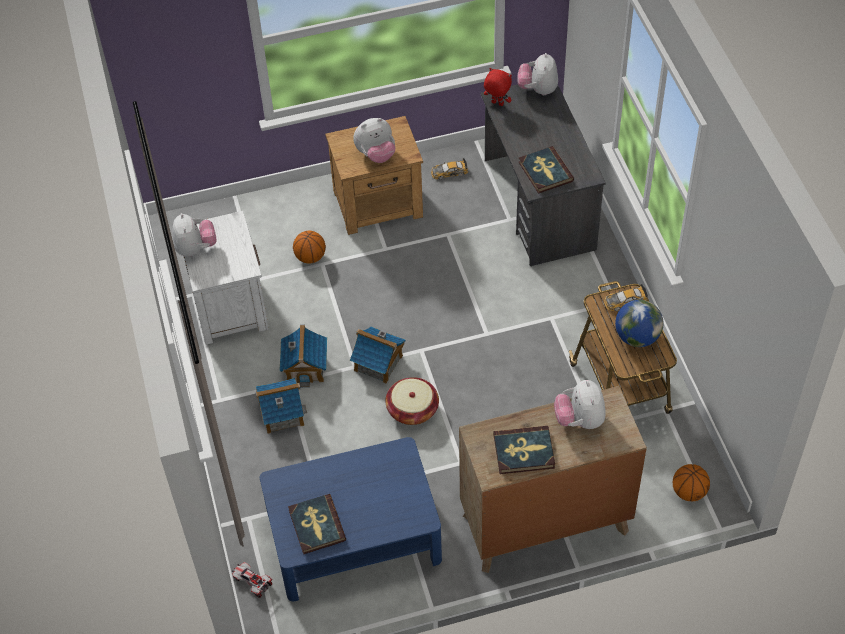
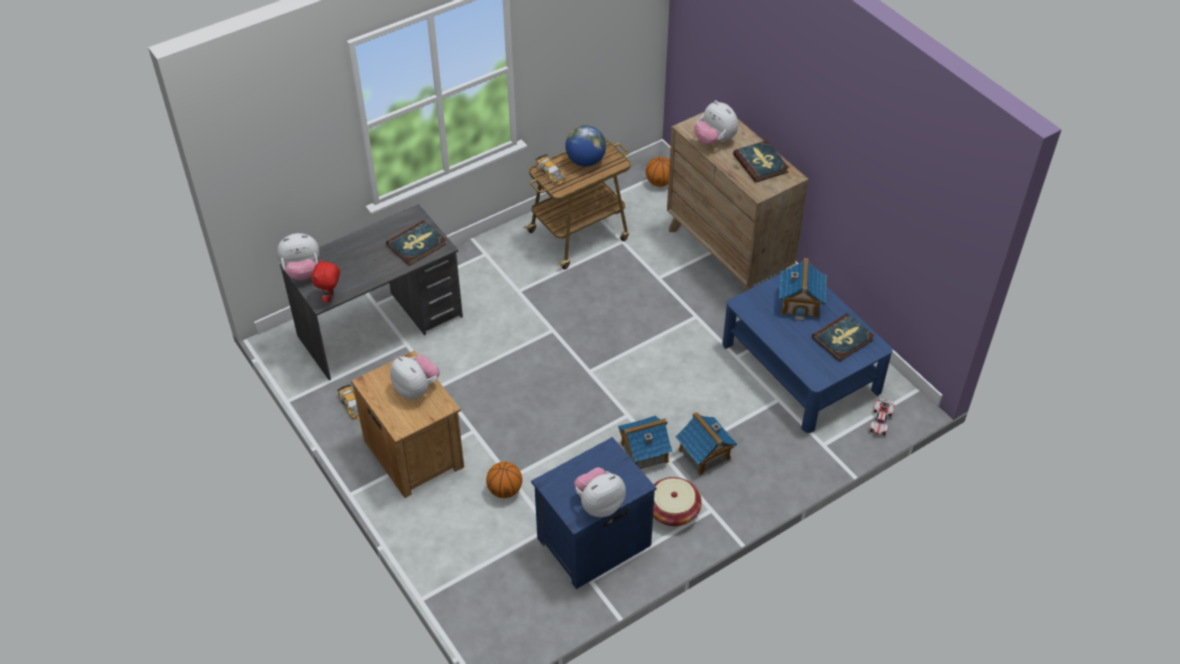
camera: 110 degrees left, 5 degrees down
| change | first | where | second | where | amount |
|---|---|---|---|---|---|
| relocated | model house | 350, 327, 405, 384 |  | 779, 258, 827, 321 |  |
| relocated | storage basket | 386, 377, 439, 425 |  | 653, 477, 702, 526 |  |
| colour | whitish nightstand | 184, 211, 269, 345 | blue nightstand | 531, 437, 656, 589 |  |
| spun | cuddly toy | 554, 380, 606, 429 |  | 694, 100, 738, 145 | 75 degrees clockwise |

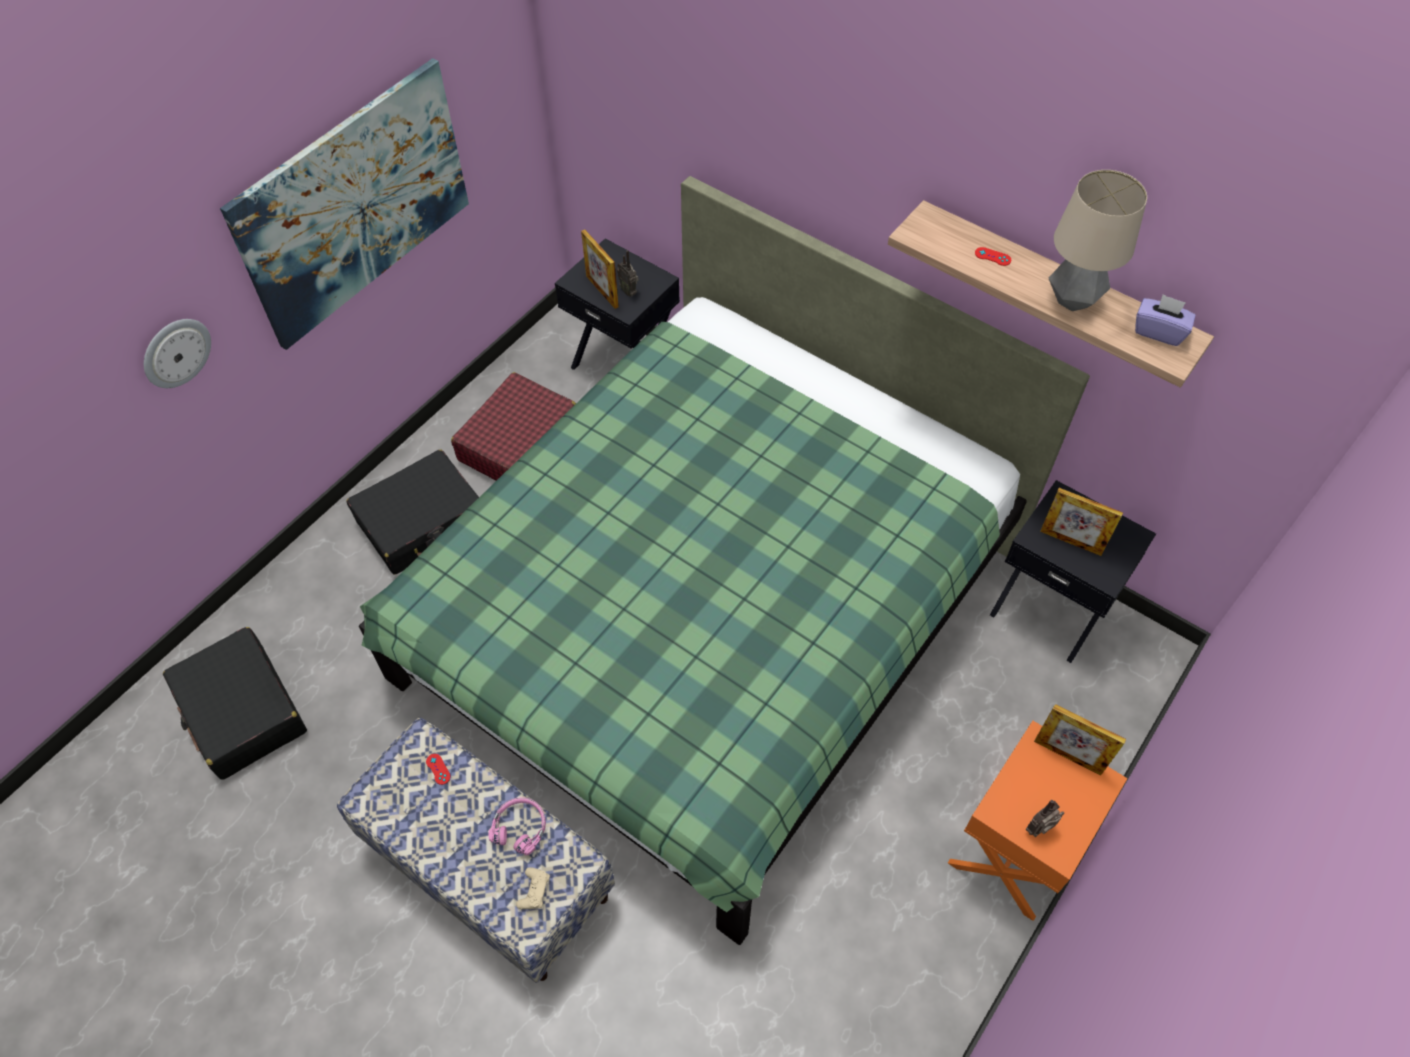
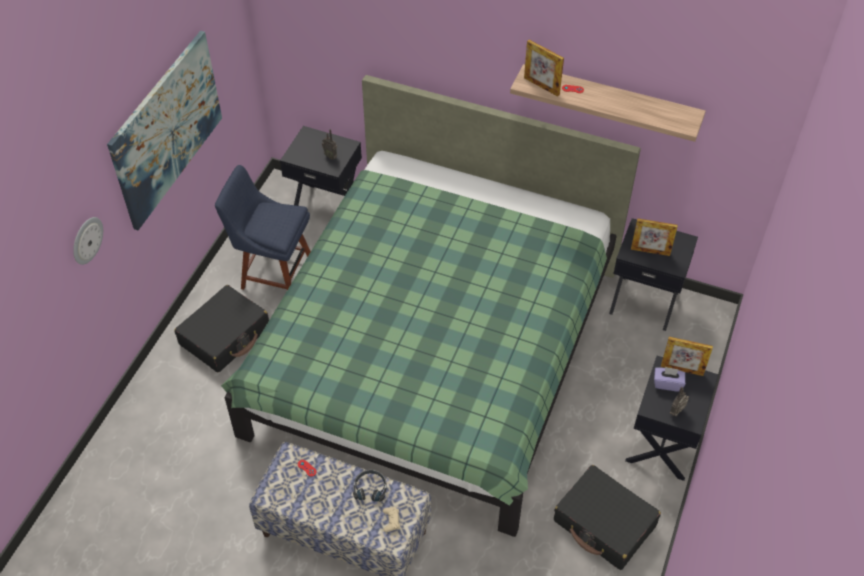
camera: 15 degrees left, 5 degrees down
| change | first | where | second | where | amount |
|---|---|---|---|---|---|
| missing | tabletop lamp | 1048, 170, 1147, 311 |  |  |  |
| relocated | black suitcase | 163, 627, 307, 780 |  | 554, 465, 661, 570 |  |
| relocated | standing frame | 581, 230, 618, 309 |  | 524, 40, 564, 96 |  |
| relocated | purple tissue box | 1135, 294, 1196, 346 |  | 654, 367, 685, 392 |  |
| exchanged | red suitcase | 451, 372, 576, 481 | blue plain chair | 215, 165, 311, 290 |  |
| colour | pinkish pair of headphones | 488, 797, 546, 856 | black pair of headphones | 353, 469, 387, 502 |  |
| colour | orange nightstand | 948, 721, 1127, 921 | black nightstand | 625, 356, 718, 481 |  |

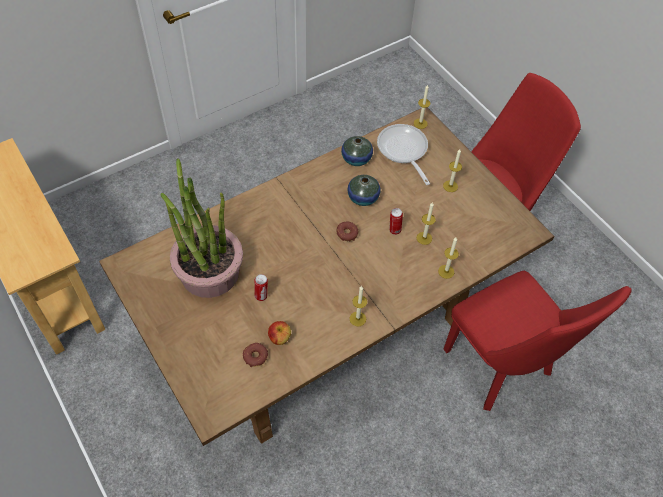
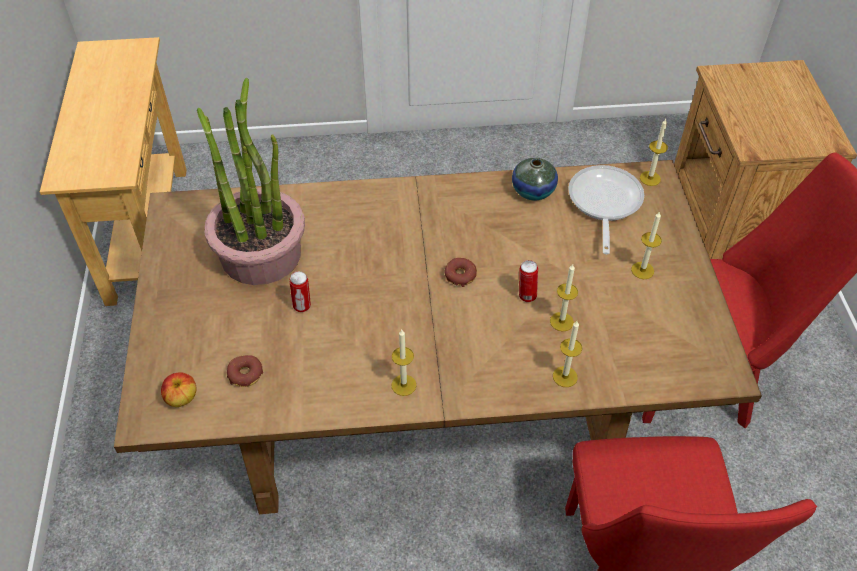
camera: 30 degrees right, 5 degrees down
| change | first | where | second | where | amount |
|---|---|---|---|---|---|
| missing | vase | 347, 175, 381, 206 |  |  |  |
| appeared |  |  | brown-coloured nightstand | 674, 60, 857, 259 |  |
| relocated | apple | 268, 321, 291, 345 |  | 161, 372, 197, 407 |  |

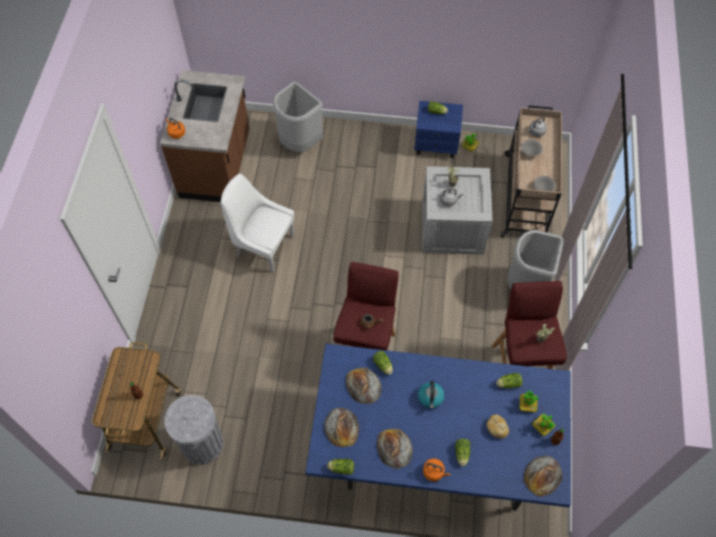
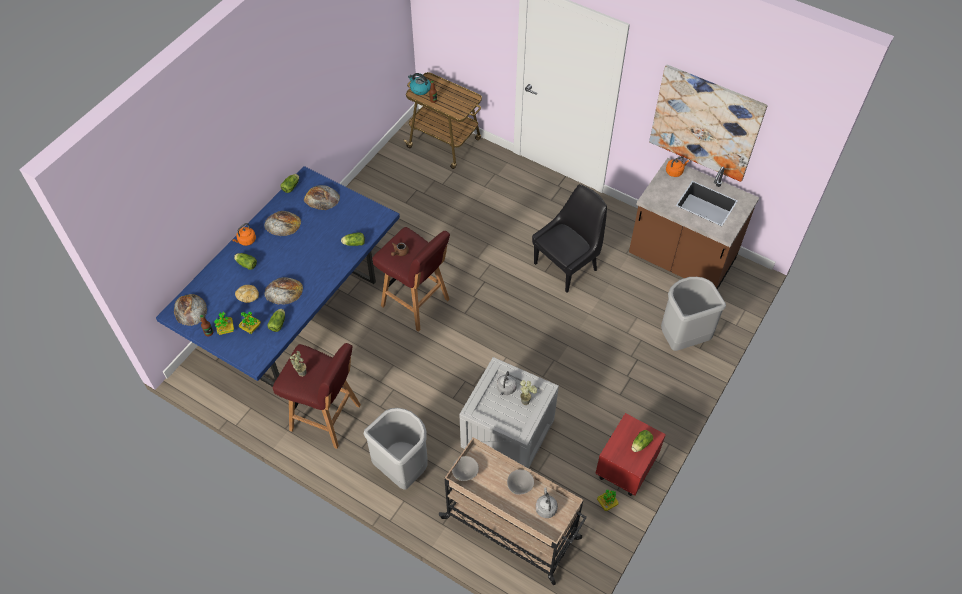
camera: 115 degrees right, 5 degrees down
| change | first | where | second | where | amount |
|---|---|---|---|---|---|
| missing | grey rubbish bin | 164, 395, 223, 465 |  |  |  |
| appeared |  |  | wall picture | 649, 64, 768, 182 |  |
| relocated | bakery bread | 346, 367, 382, 404 |  | 264, 277, 303, 305 |  |
| relocated | water kettle | 418, 381, 445, 409 |  | 408, 73, 431, 95 |  |
| colour | whitish plain chair | 221, 174, 294, 272 | black plain chair | 532, 184, 607, 293 |  |
| colour | blue nightstand | 414, 101, 463, 158 | red nightstand | 595, 413, 666, 496 |  |

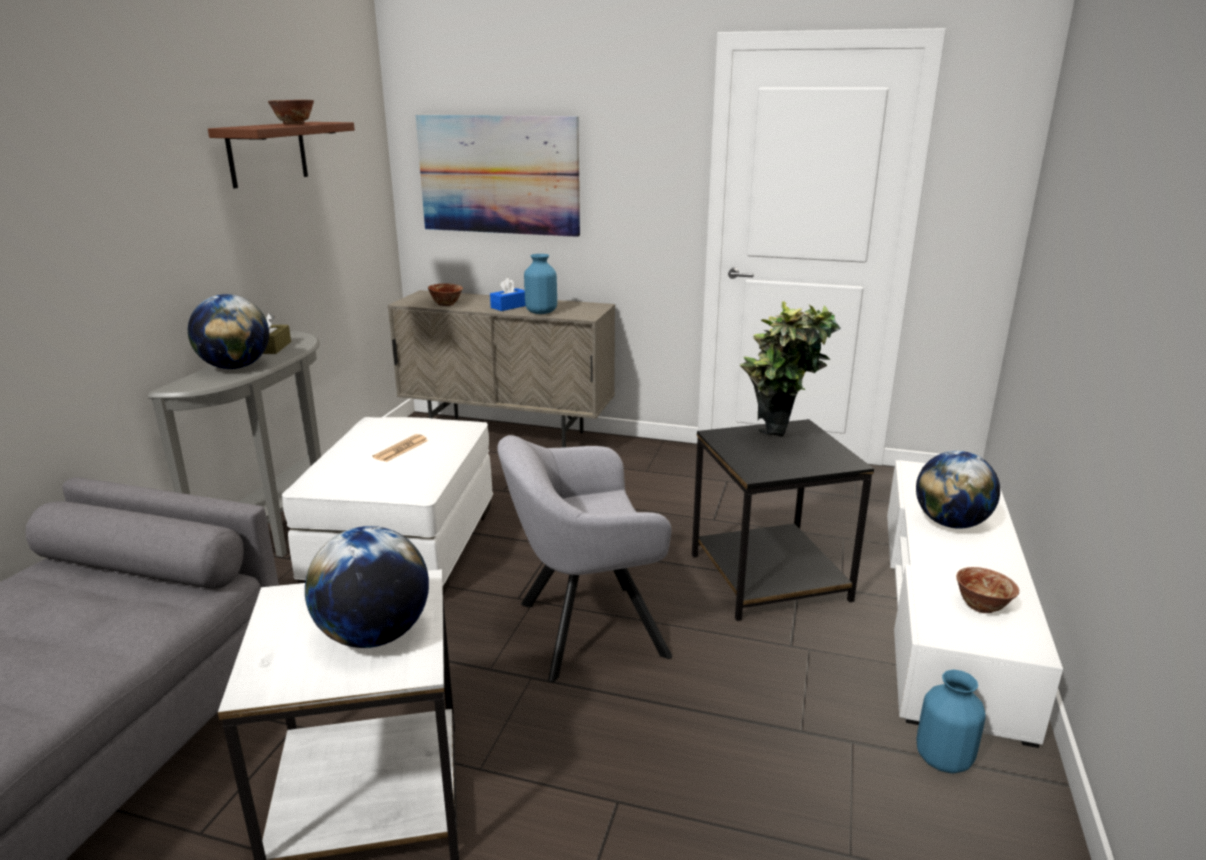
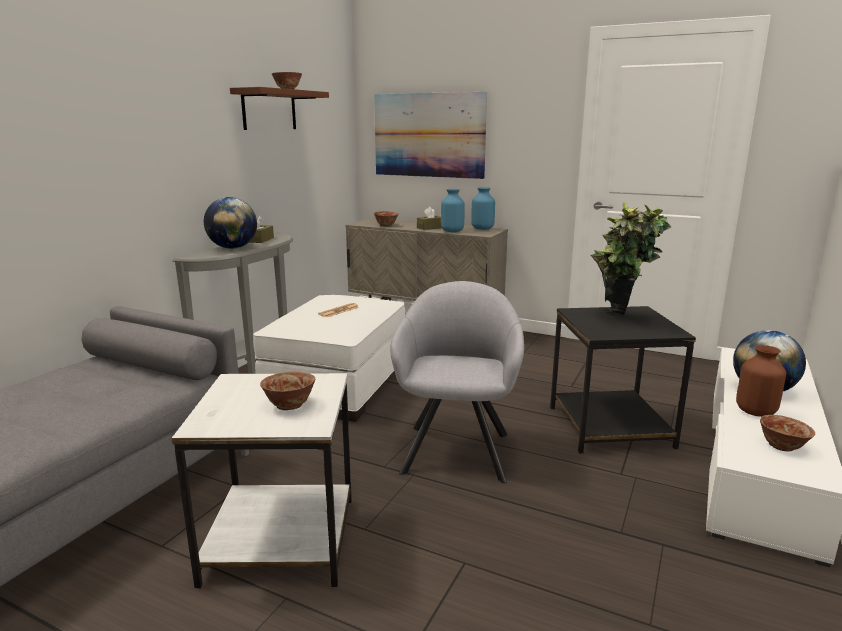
camera: 10 degrees right, 5 degrees down
| change | first | where | second | where | amount |
|---|---|---|---|---|---|
| appeared |  |  | brown-coloured vase | 736, 345, 786, 417 |  |
| relocated | blue vase | 917, 670, 986, 774 |  | 471, 187, 495, 230 |  |
| exchanged | globe | 305, 526, 429, 648 | serving bowl | 260, 372, 315, 410 |  |
| colour | blue tissue box | 490, 278, 526, 311 | brown-coloured tissue box | 417, 207, 442, 230 |  |
| spun | grey easy chair | 497, 435, 672, 682 |  | 390, 281, 524, 483 | 105 degrees clockwise |

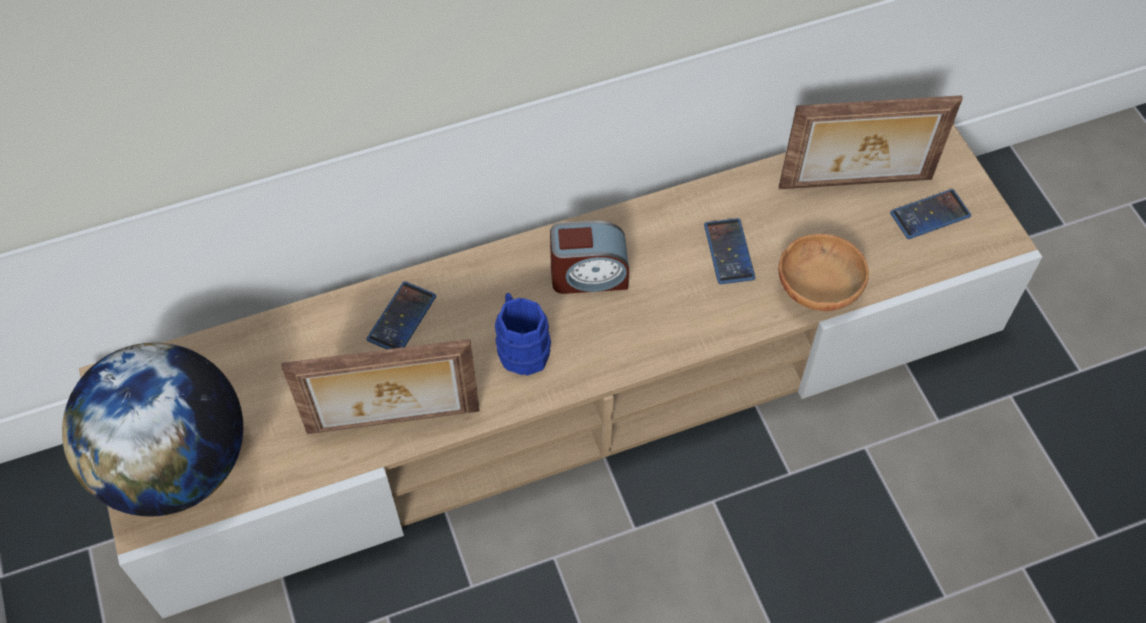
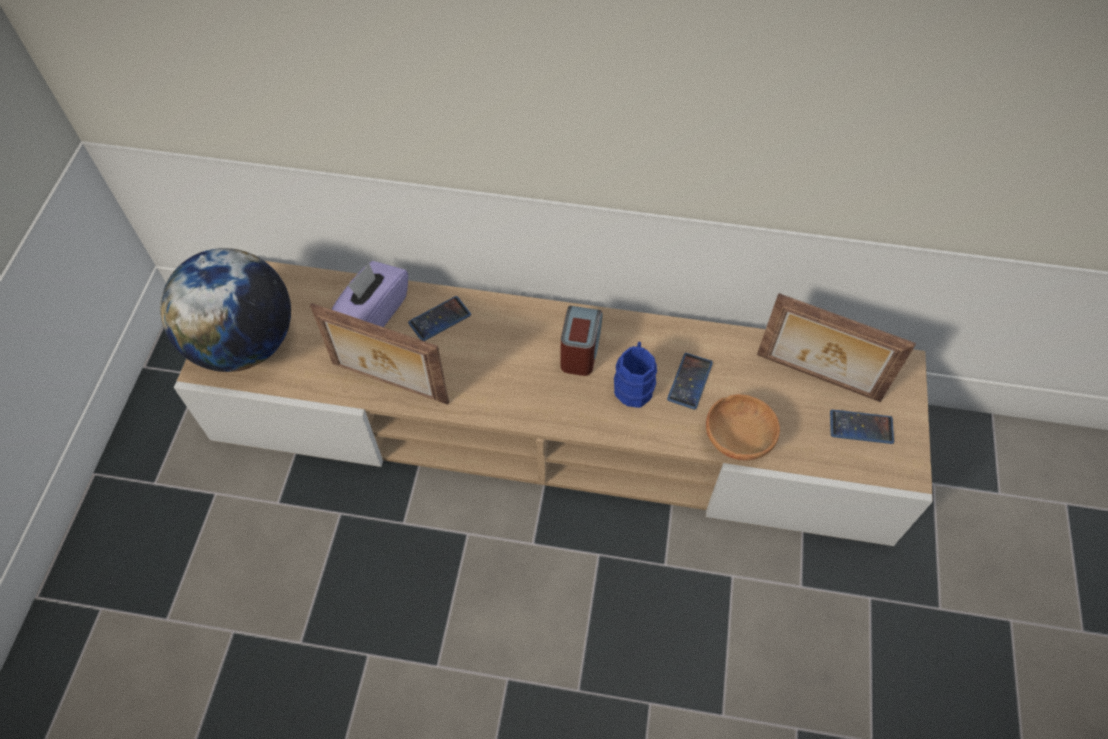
camera: 30 degrees right, 0 degrees up
| change | first | where | second | where | amount |
|---|---|---|---|---|---|
| appeared |  |  | purple tissue box | 332, 261, 408, 327 |  |
| relocated | blue mug | 495, 293, 551, 376 |  | 614, 342, 657, 408 |  |
| spun | table clock | 550, 221, 629, 294 |  | 560, 306, 603, 376 | 105 degrees counterclockwise |

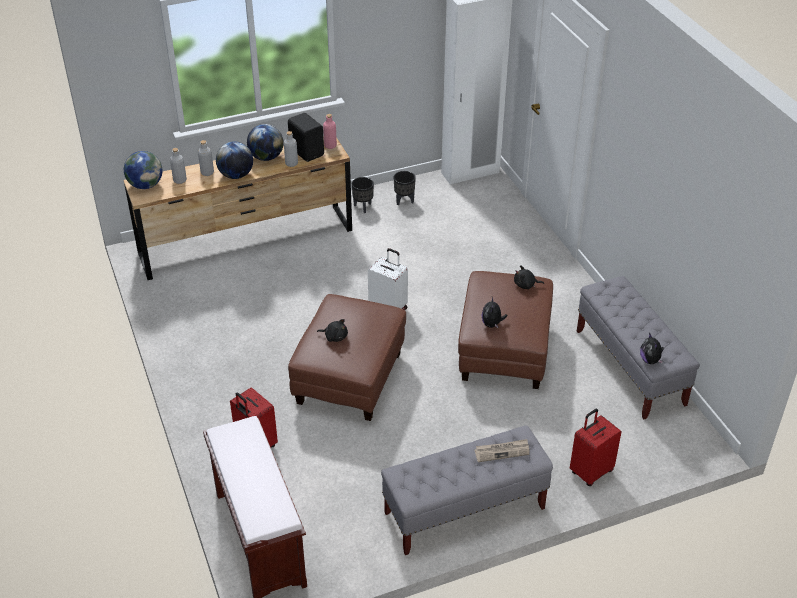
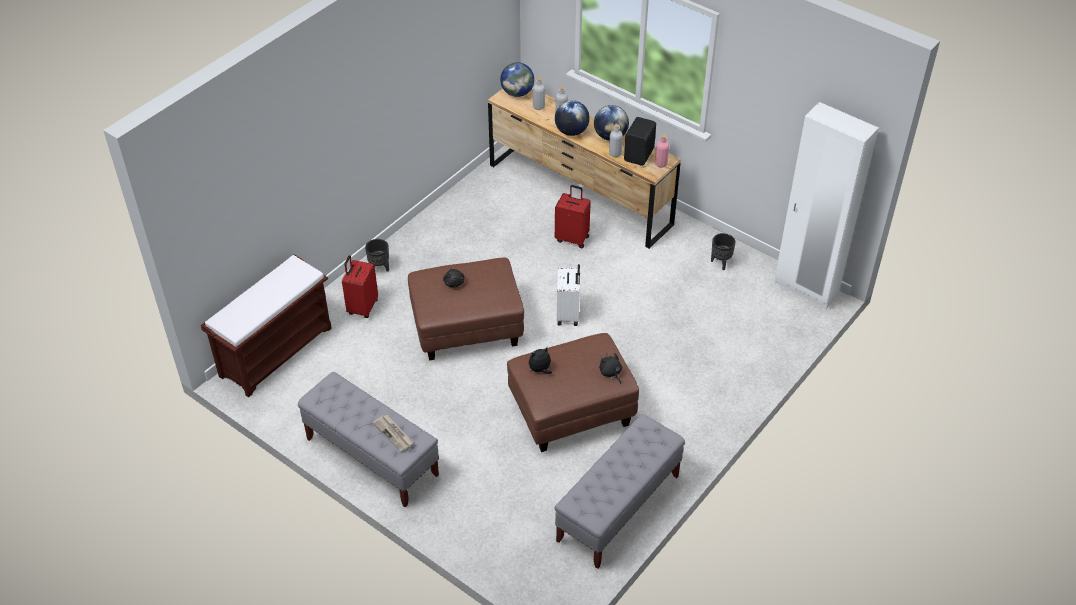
camera: 60 degrees right, 5 degrees up
| change | first | where | second | where | amount |
|---|---|---|---|---|---|
| missing | cuddly toy | 640, 332, 664, 364 |  |  |  |
| relocated | black flower pot | 352, 177, 374, 213 |  | 365, 239, 389, 272 |  |
| relocated | red suitcase | 570, 409, 622, 486 |  | 555, 185, 591, 248 |  |

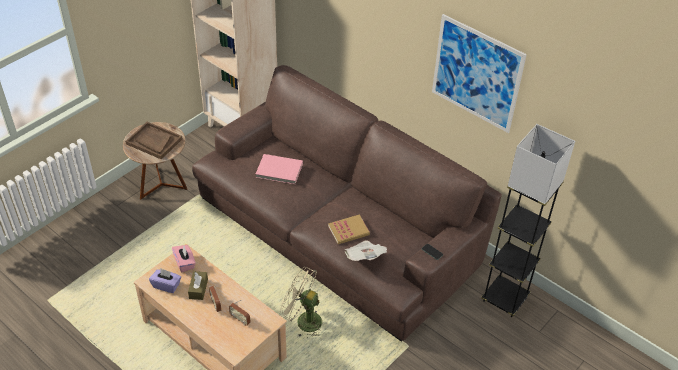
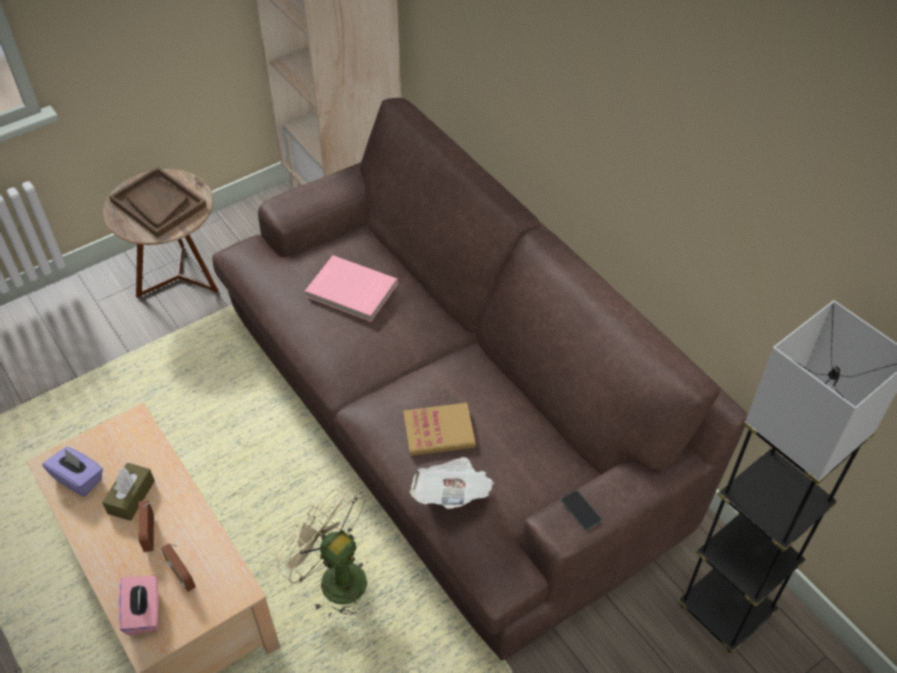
camera: 15 degrees right, 5 degrees up
| change | first | where | second | where | amount |
|---|---|---|---|---|---|
| missing | wall picture | 432, 14, 527, 133 |  |  |  |
| relocated | pinkish tissue box | 172, 245, 196, 272 |  | 119, 576, 159, 636 |  |

